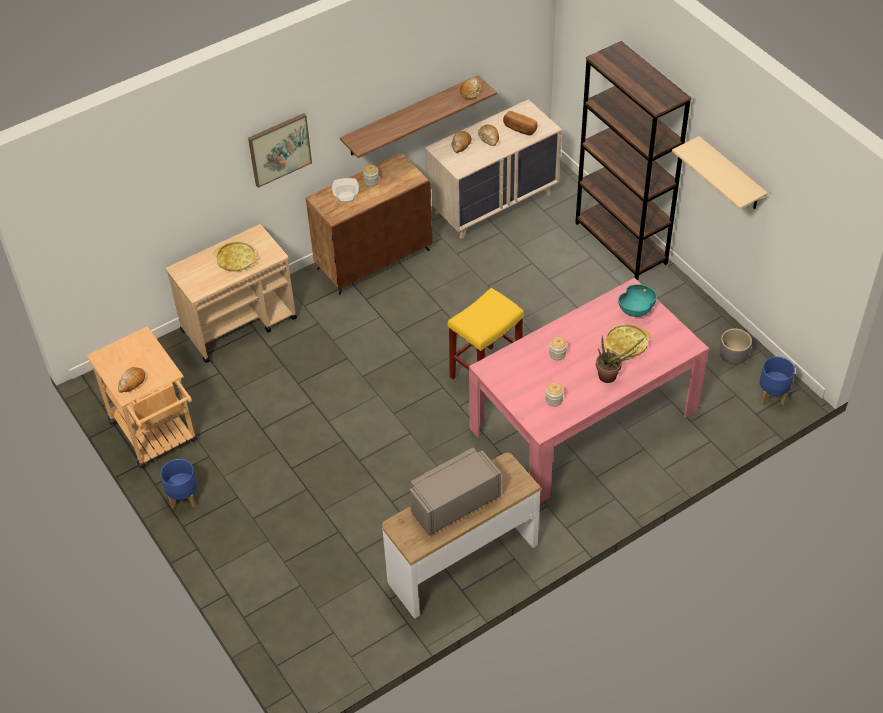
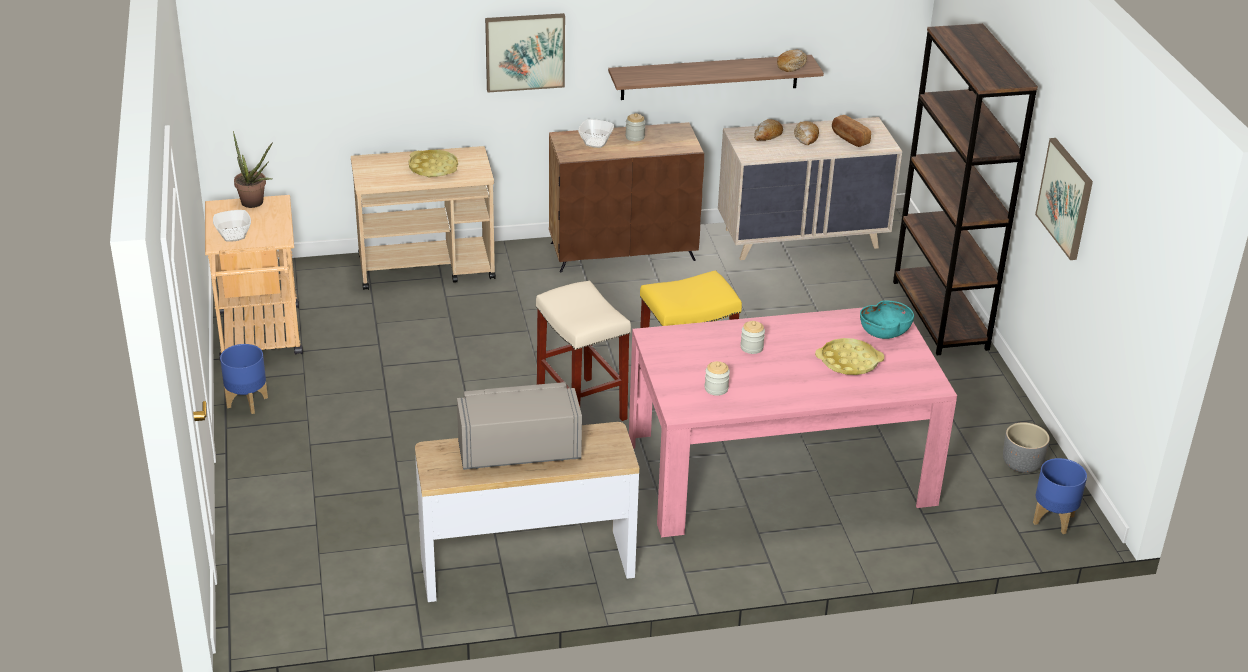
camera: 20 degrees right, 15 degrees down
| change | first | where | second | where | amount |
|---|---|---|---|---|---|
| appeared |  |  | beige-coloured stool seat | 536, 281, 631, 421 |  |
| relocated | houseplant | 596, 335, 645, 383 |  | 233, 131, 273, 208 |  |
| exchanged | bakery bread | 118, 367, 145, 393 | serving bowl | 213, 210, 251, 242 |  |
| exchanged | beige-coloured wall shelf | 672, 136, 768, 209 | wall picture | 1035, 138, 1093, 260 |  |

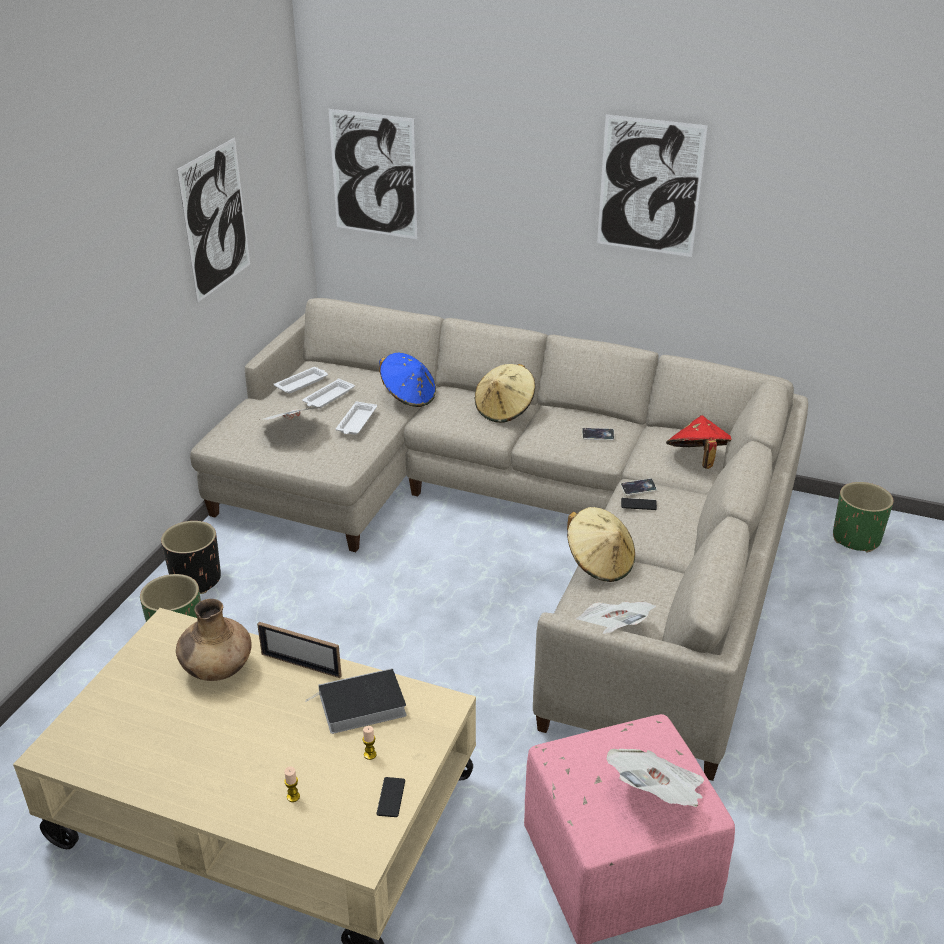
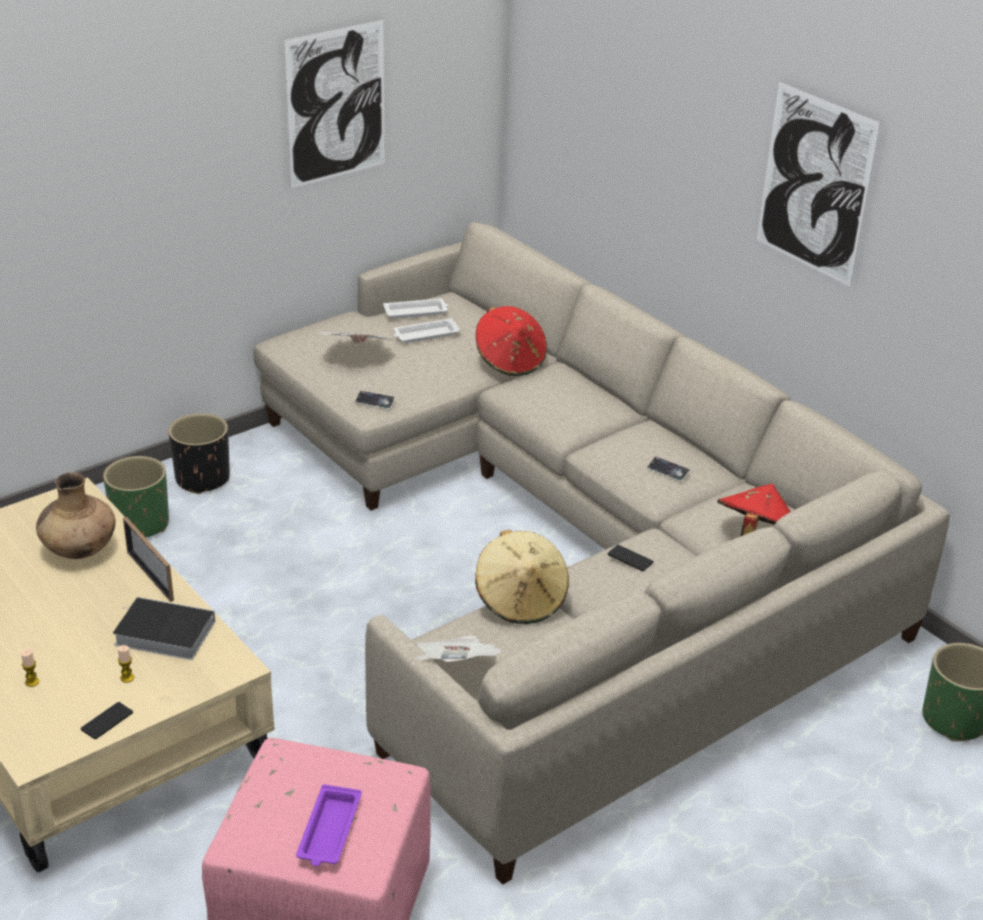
camera: 30 degrees right, 0 degrees up
| change | first | where | second | where | amount |
|---|---|---|---|---|---|
| missing | wall picture | 329, 109, 418, 239 |  |  |  |
| missing | whitish carrying tray | 336, 402, 377, 435 |  |  |  |
| missing | beige-coloured hat | 475, 364, 535, 423 |  |  |  |
| relocated | telephone | 620, 478, 657, 495 |  | 355, 391, 395, 410 |  |
| exchanged | printed paper | 607, 749, 704, 807 | purple carrying tray | 296, 784, 362, 866 |  |
| colour | blue hat | 379, 353, 436, 407 | red hat | 476, 306, 547, 376 |  |

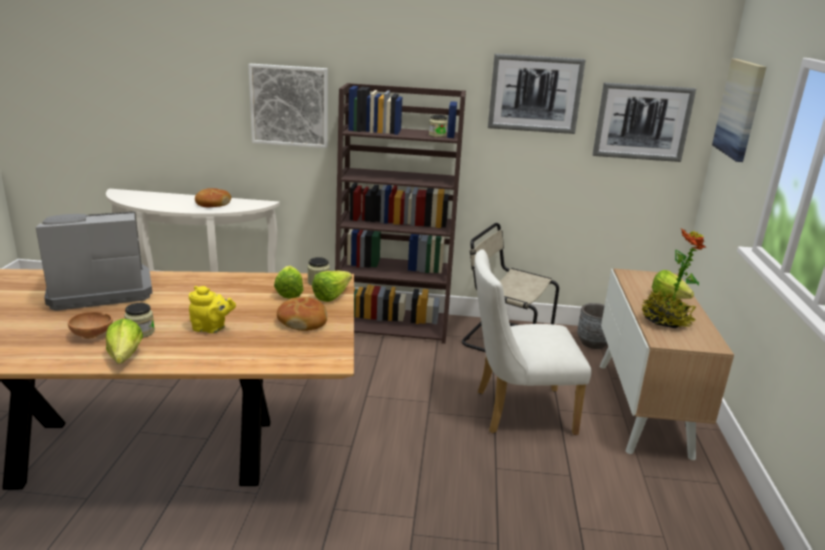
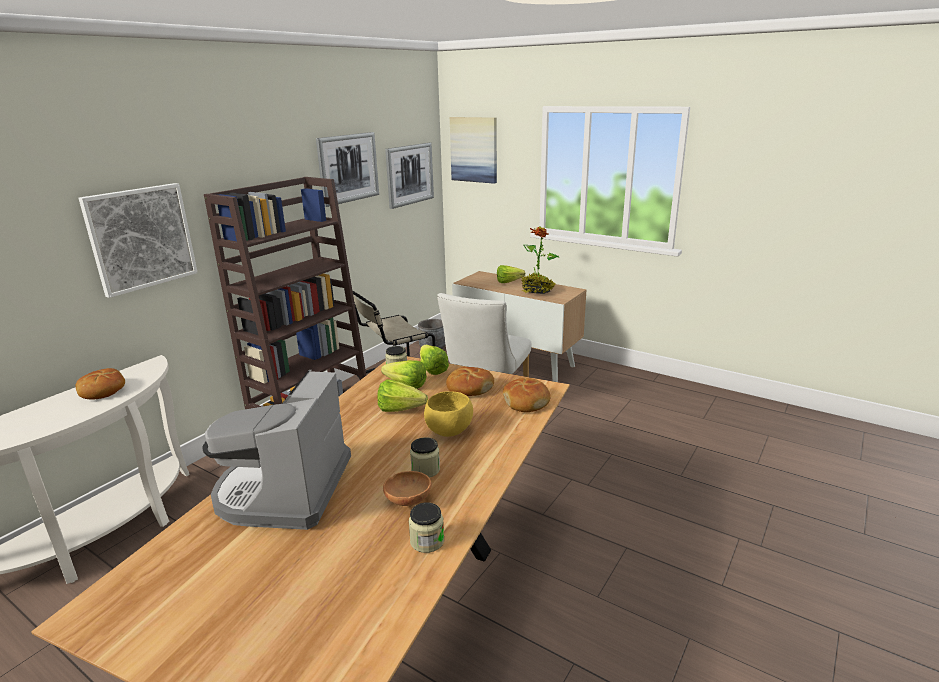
camera: 60 degrees left, 0 degrees up
| change | first | where | second | where | amount |
|---|---|---|---|---|---|
| appeared |  |  | bakery bread | 503, 378, 551, 412 |  |
| relocated | lettuce | 106, 318, 143, 364 |  | 377, 379, 428, 412 |  |
| relocated | preserve jar | 429, 115, 448, 137 |  | 409, 503, 444, 553 |  |
| exchanged | yellowish tea pot | 189, 286, 236, 333 | yellowish serving bowl | 424, 391, 473, 437 |  |

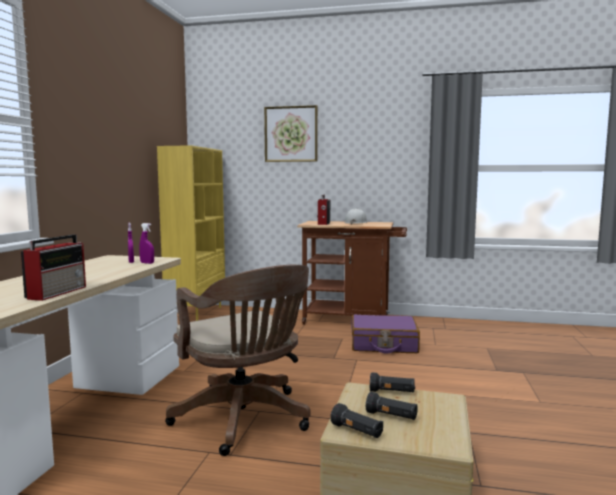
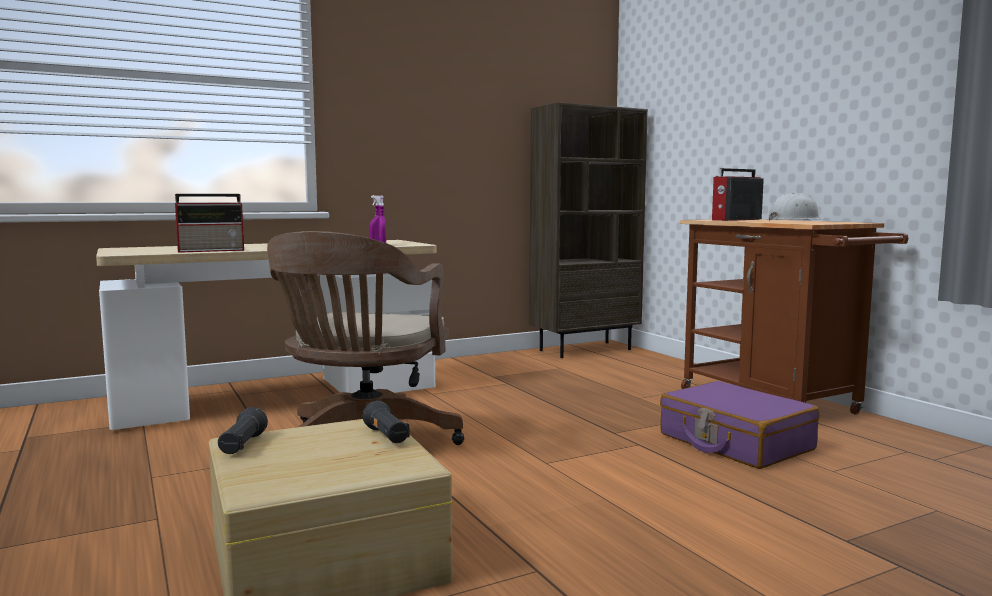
camera: 50 degrees right, 0 degrees up
| change | first | where | second | where | amount |
|---|---|---|---|---|---|
| missing | wall picture | 264, 105, 318, 162 |  |  |  |
| missing | black hand torch | 366, 392, 418, 420 |  |  |  |
| colour | yellowish shelving unit | 157, 145, 225, 321 | brown-coloured shelving unit | 529, 102, 648, 358 |  |

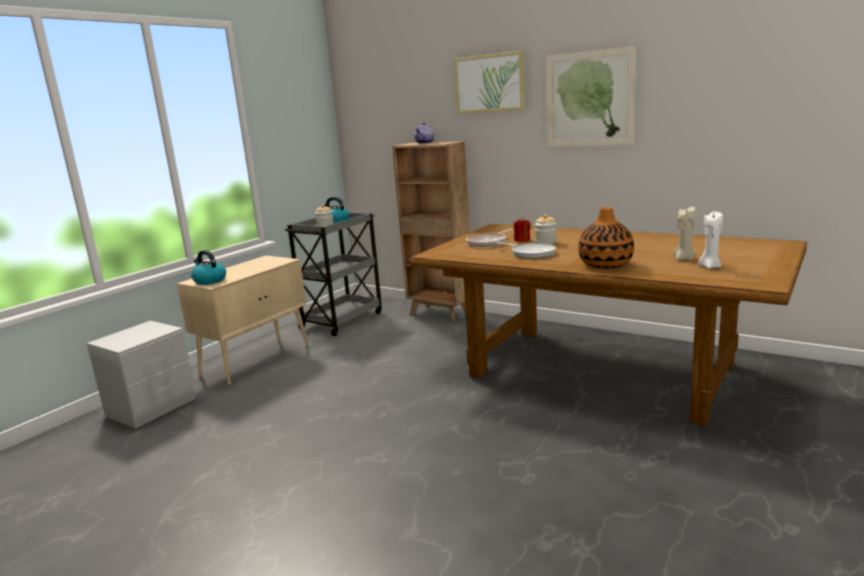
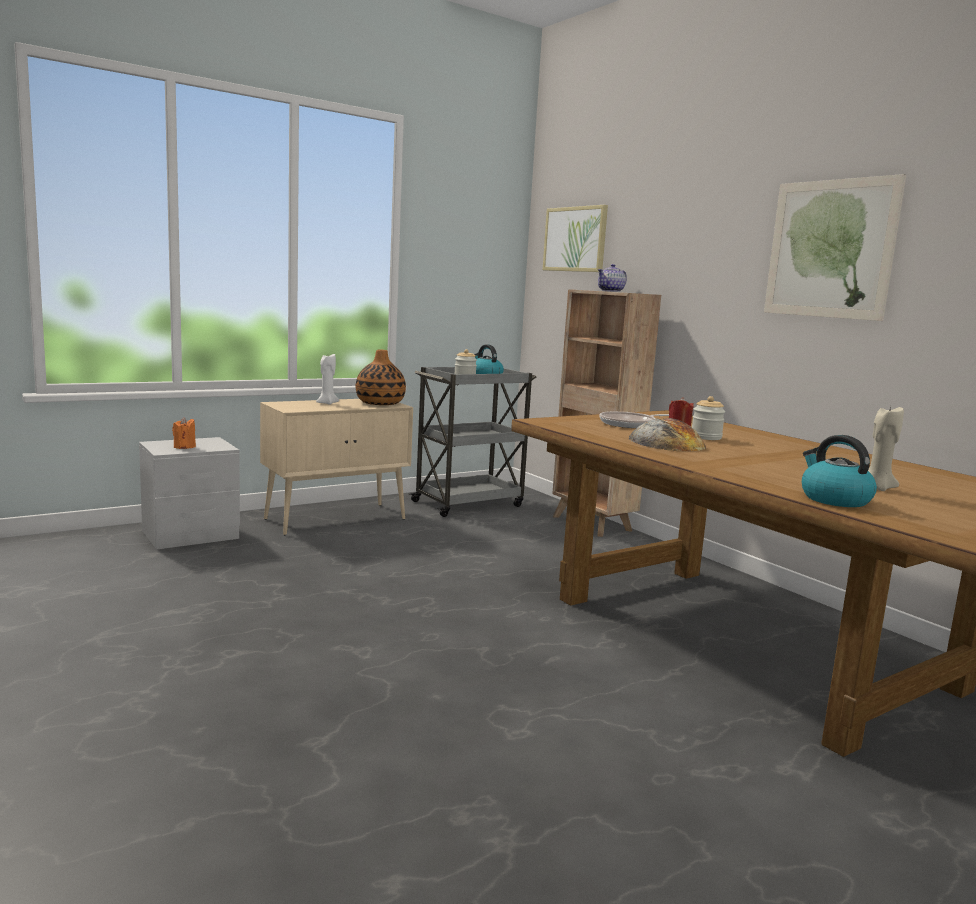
camera: 20 degrees right, 5 degrees down
| change | first | where | second | where | amount |
|---|---|---|---|---|---|
| appeared |  |  | orange wax light | 172, 417, 196, 449 |  |
| relocated | water kettle | 191, 250, 226, 285 |  | 802, 435, 877, 507 |  |
| relocated | wall picture | 454, 51, 525, 114 |  | 543, 205, 608, 272 |  |
| relocated | vase | 578, 207, 634, 269 |  | 356, 350, 406, 405 |  |
| relocated | whitish wax light | 698, 211, 723, 269 |  | 316, 354, 339, 405 |  |
| exchanged | frying pan | 496, 242, 556, 259 | bakery bread | 629, 418, 706, 451 |  |

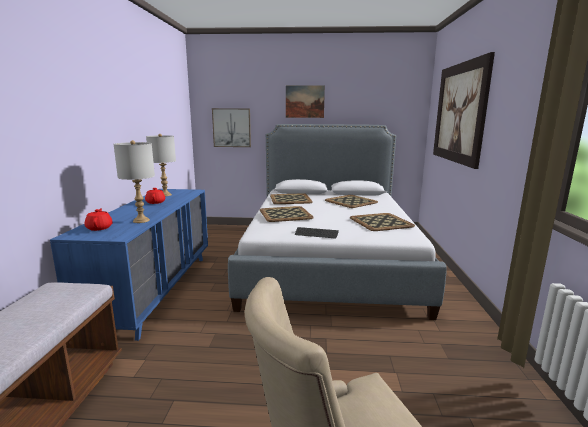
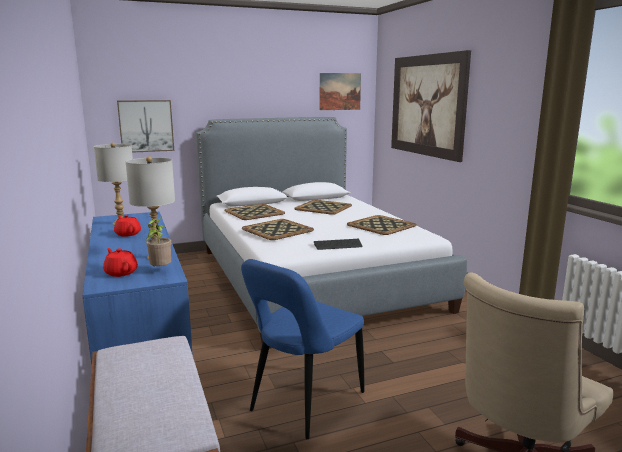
camera: 25 degrees left, 0 degrees up
| change | first | where | second | where | amount |
|---|---|---|---|---|---|
| appeared |  |  | houseplant | 145, 216, 171, 266 |  |
| appeared |  |  | blue plain chair | 241, 259, 364, 439 |  |
| relocated | wall picture | 286, 85, 325, 118 |  | 320, 73, 361, 110 |  |

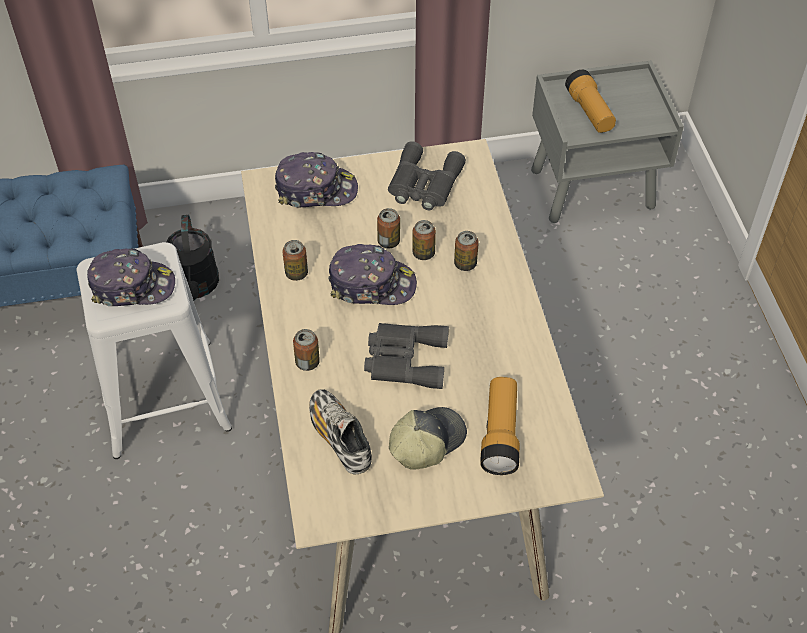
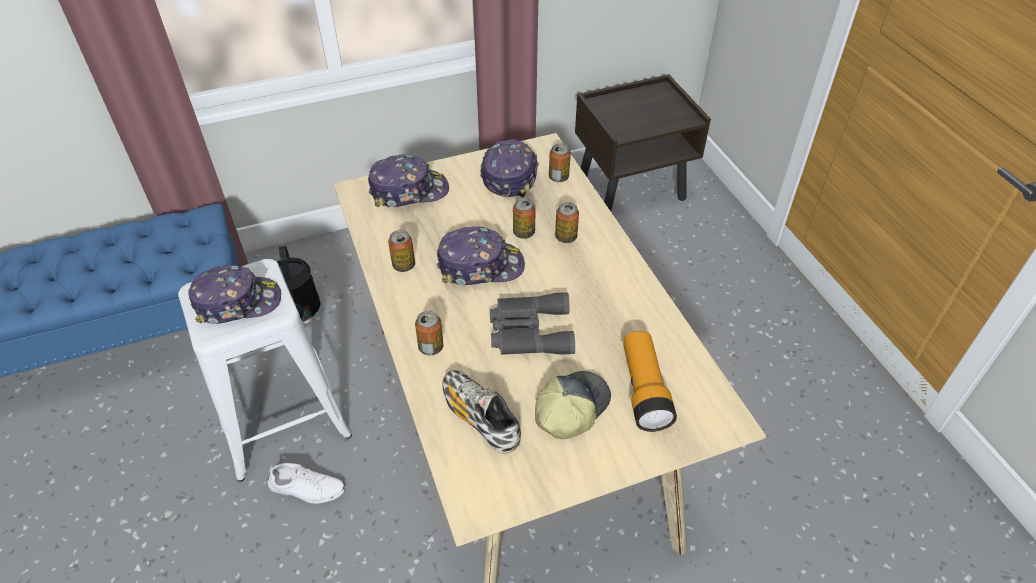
camera: 10 degrees left, 5 degrees down
| change | first | where | second | where | amount |
|---|---|---|---|---|---|
| missing | hand torch | 565, 69, 616, 133 |  |  |  |
| appeared |  |  | whitish item of footwear | 268, 463, 346, 504 |  |
| relocated | sealed can | 377, 208, 400, 248 |  | 549, 143, 571, 182 |  |
| exchanged | grey pair of binoculars | 388, 141, 466, 210 | peaked cap | 480, 139, 539, 198 |  |
| colour | grey nightstand | 531, 60, 684, 223 | brown-coloured nightstand | 575, 74, 711, 211 |  |

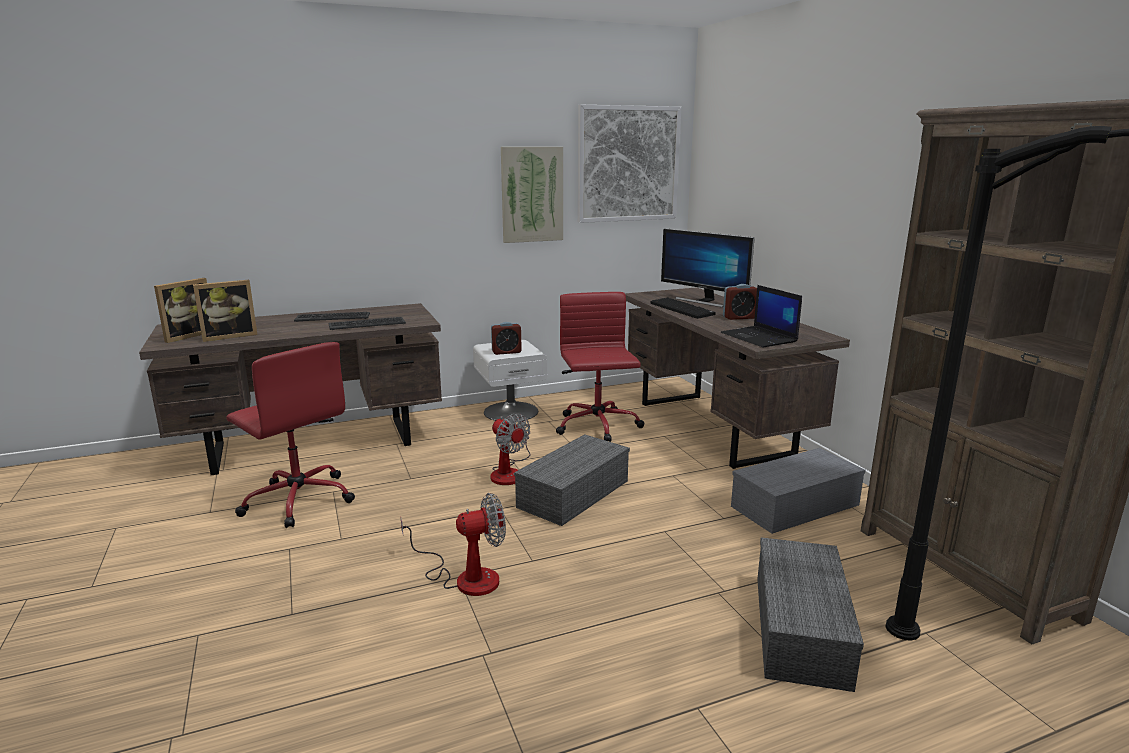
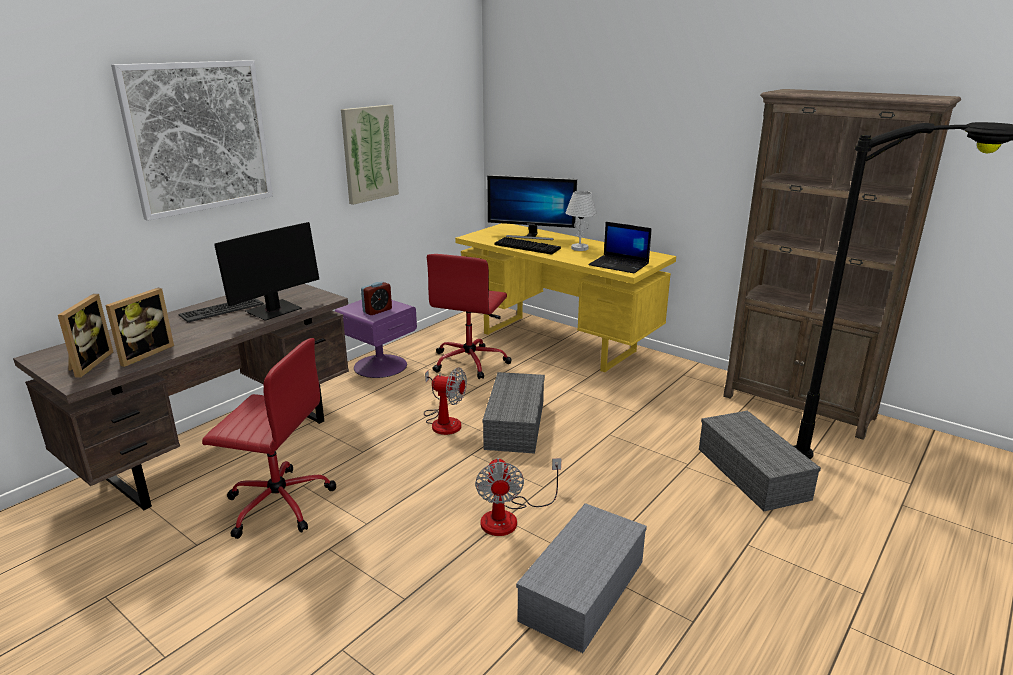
camera: 30 degrees left, 5 degrees up
| change | first | where | second | where | amount |
|---|---|---|---|---|---|
| relocated | wall picture | 578, 105, 681, 223 |  | 111, 60, 273, 221 |  |
| relocated | grey storage box | 731, 448, 866, 534 |  | 516, 503, 647, 653 |  |
| exchanged | computer keyboard | 329, 317, 406, 330 | computer display | 214, 222, 320, 321 |  |
| exchanged | table clock | 723, 284, 757, 320 | whitish tabletop lamp | 566, 191, 597, 251 |  |
| colour | whitish nightstand | 473, 340, 547, 422 | purple nightstand | 335, 300, 417, 378 |  |
| colour | brown-coloured desk unit | 625, 287, 850, 469 | yellowish desk unit | 455, 223, 676, 372 |  |
| spun | cooling fan | 401, 493, 506, 596 |  | 475, 458, 562, 536 | 135 degrees clockwise |
| spun | red computer chair | 556, 292, 645, 442 |  | 427, 254, 512, 379 | 120 degrees counterclockwise |

